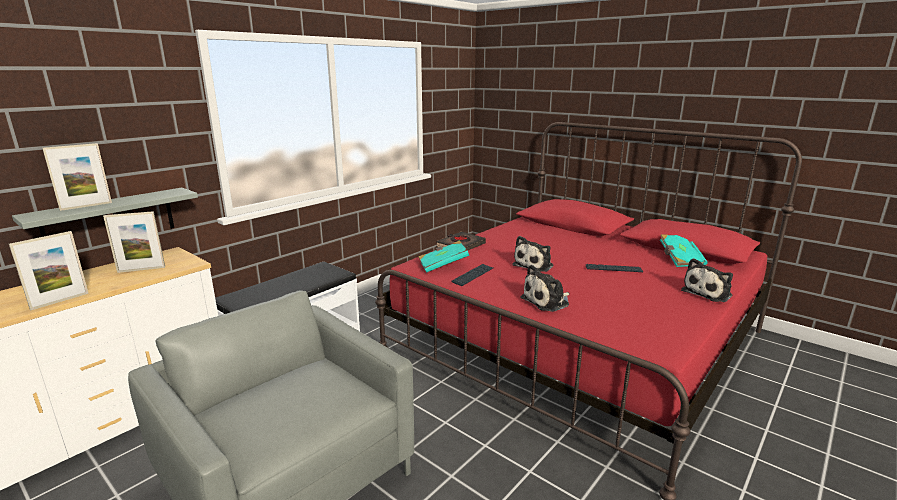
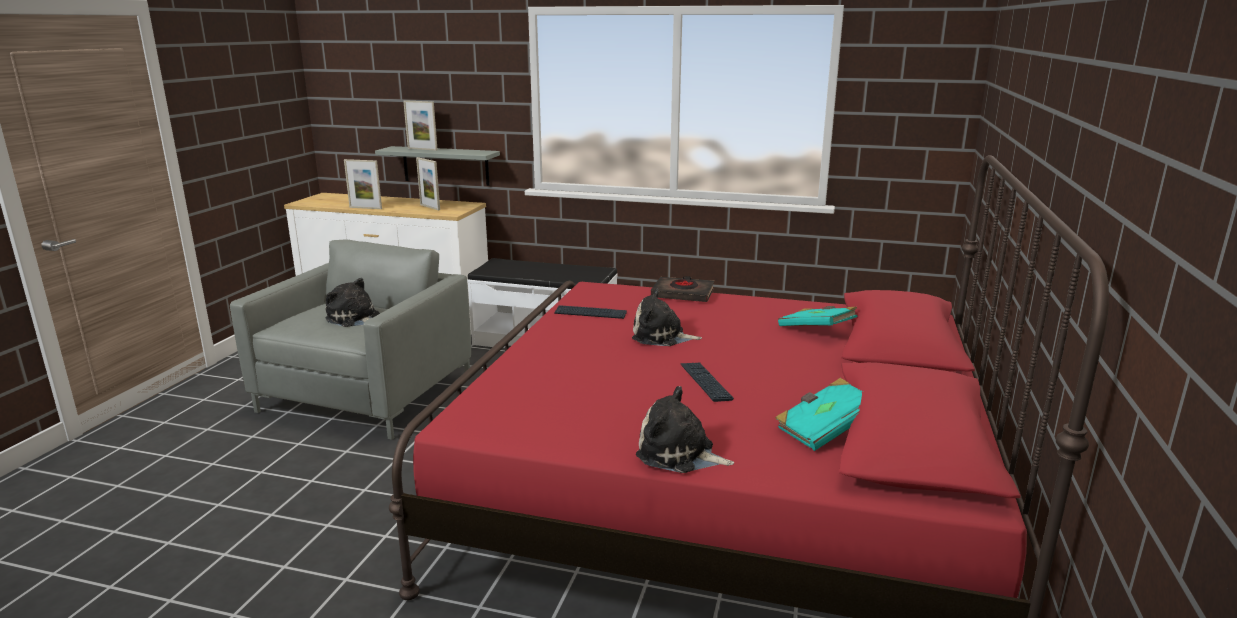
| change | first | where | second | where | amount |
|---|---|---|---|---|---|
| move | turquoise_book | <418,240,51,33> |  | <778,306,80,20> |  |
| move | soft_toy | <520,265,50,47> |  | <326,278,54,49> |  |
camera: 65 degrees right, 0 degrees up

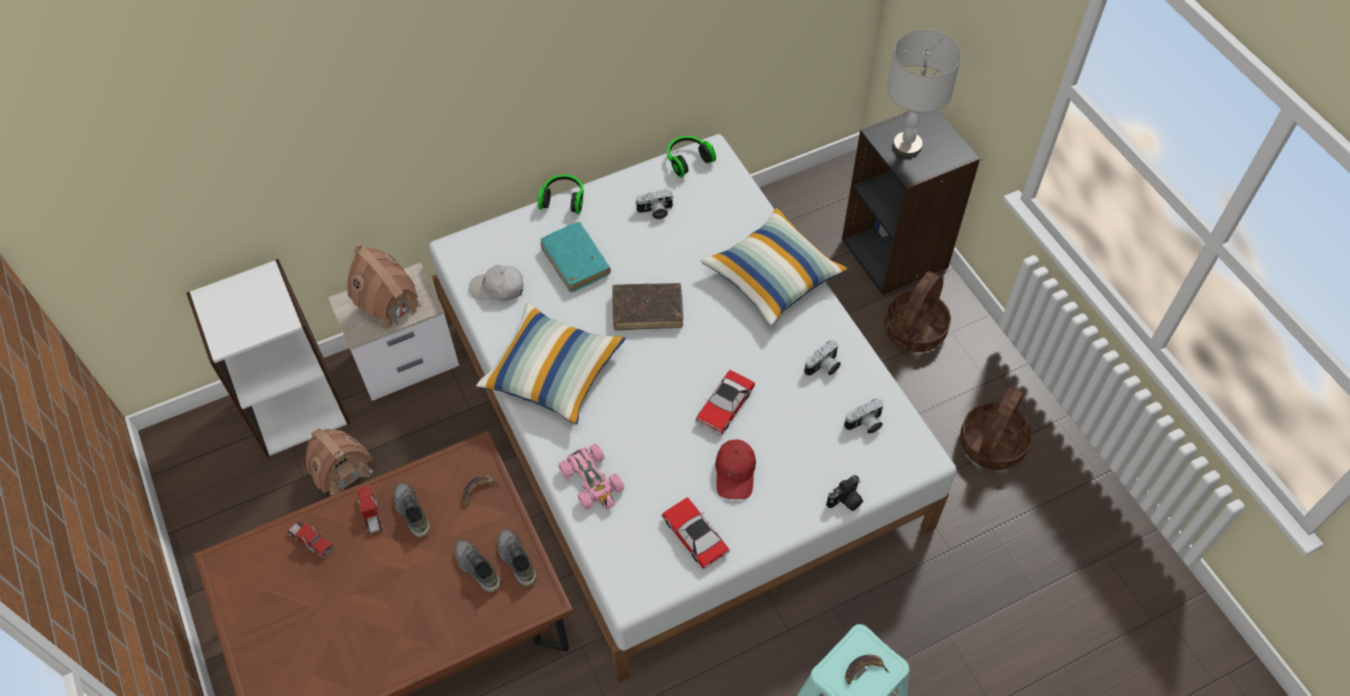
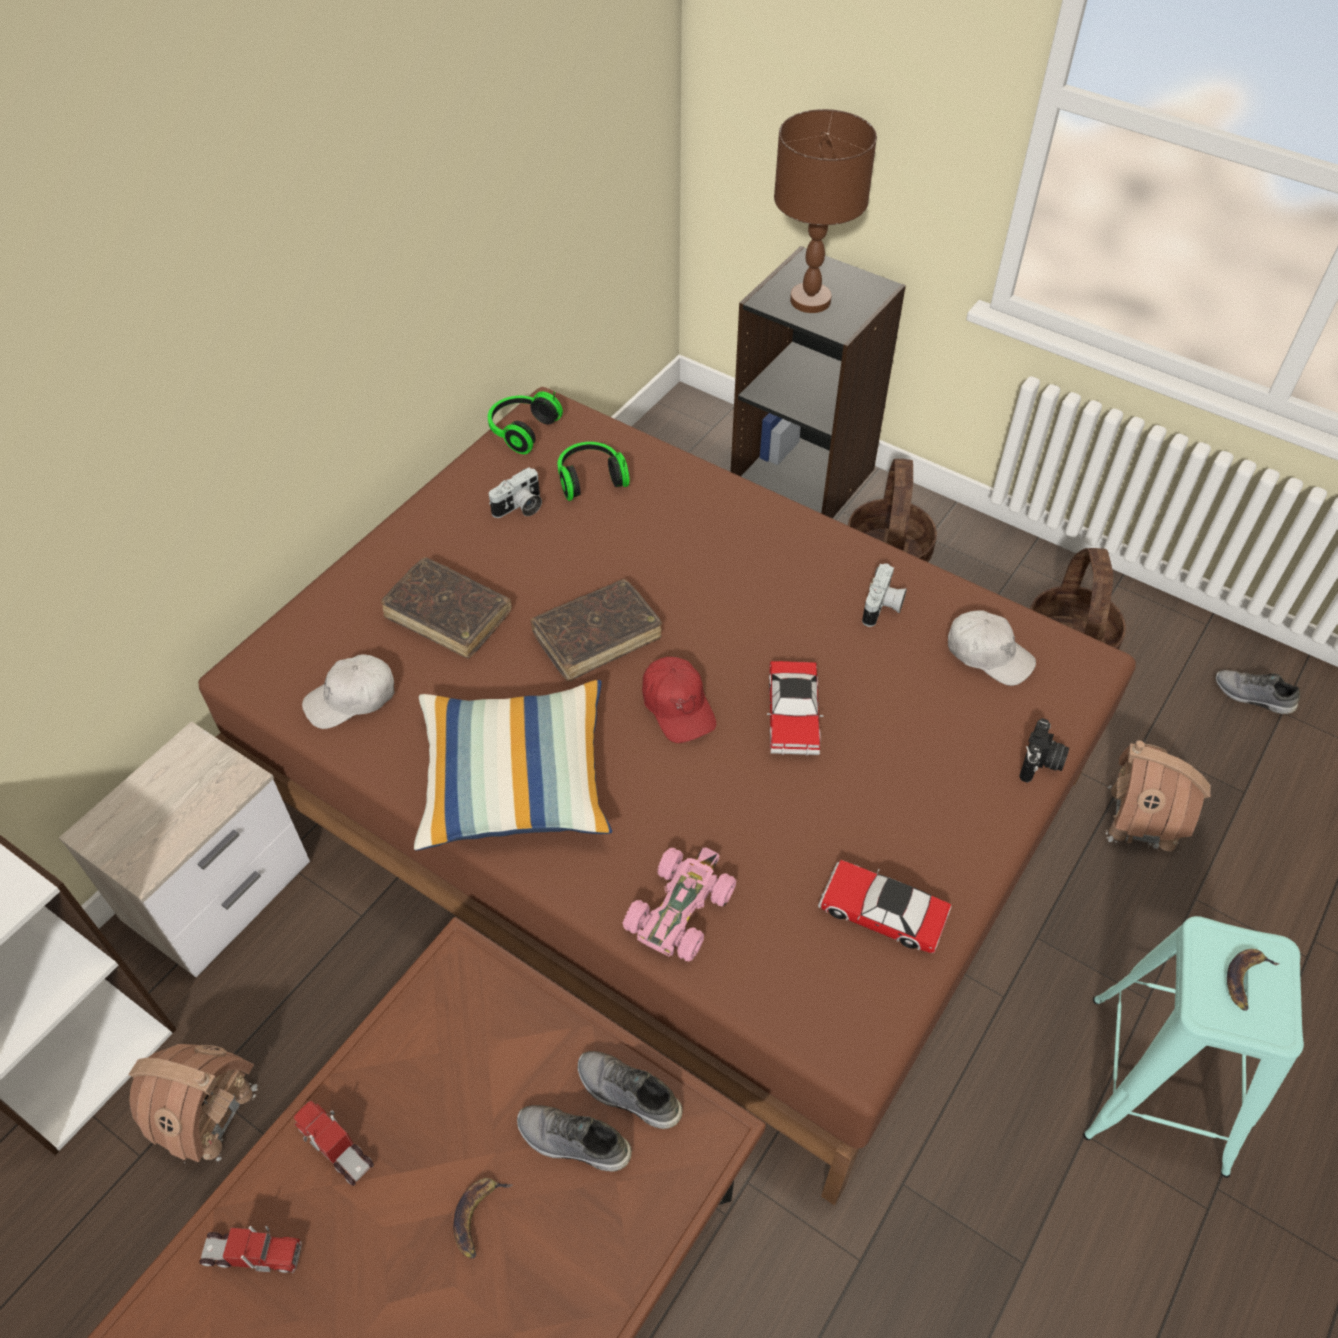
| change | first | where | second | where | amount |
|---|---|---|---|---|---|
| delete | pillow | <700,207,148,119> |  |  |  |
| move | model_house | <347,242,74,89> |  | <1106,740,105,112> |  |
| move | gray_item_of_footwear | <394,483,36,54> |  | <1215,670,85,44> |  |
| move | banana | <462,475,39,31> |  | <453,1178,60,81> |  |
| move | headphones | <538,175,46,39> |  | <557,442,72,59> |  |
| move | reddish_cap | <715,439,41,60> |  | <642,657,74,86> |  |
| replace | still_camera | <844,398,40,36> | whitish_cap | <948,610,88,76> |  |
| recolor | whitish_sleeping_bed | <429,134,527,549> | brown_sleeping_bed | <198,387,938,819> |  |
| recolor | turquoise_book | <541,222,70,71> | brown_book | <381,557,131,101> |  |
| recolor | gray_lamp_for_a_table | <887,30,75,127> | brown_lamp_for_a_table | <774,109,103,204> |  |
| rotate | pink_miniature_car | <558,444,66,66> |  | <623,848,113,114> | 90 degrees counterclockwise |
camera: 30 degrees left, 5 degrees down

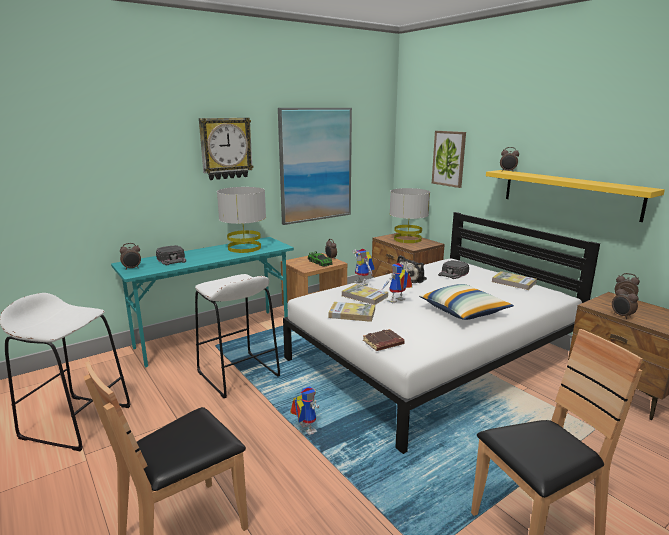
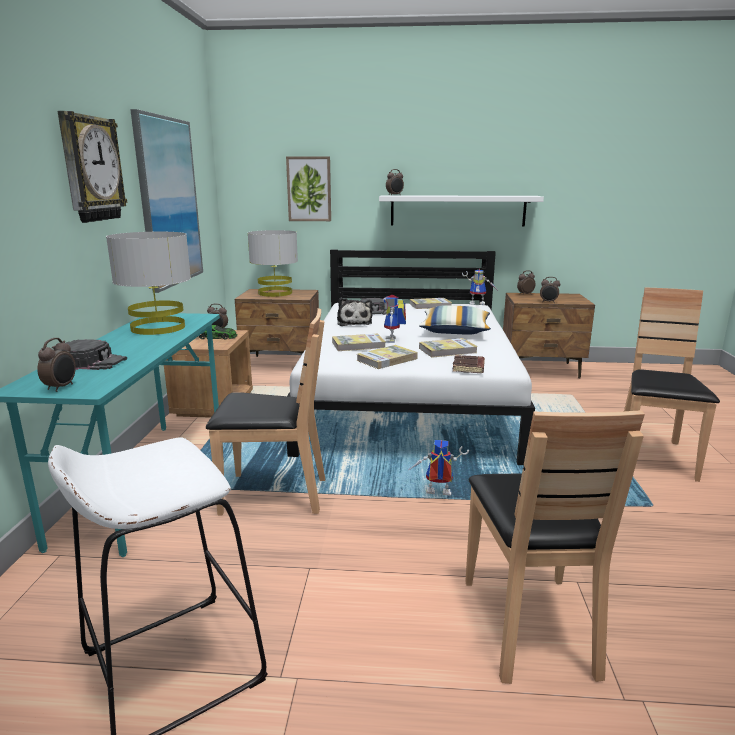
| change | first | where | second | where | amount |
|---|---|---|---|---|---|
| insert |  |  | book | <419,338,59,20> |  |
| move | model_robot | <352,249,23,37> |  | <462,270,34,35> |  |
| replace | whitish_stool_seat | <195,274,85,124> | brown_upright_chair | <206,308,119,207> |  |
| recolor | yellow-coloured_wall_shelf | <486,170,179,52> | whitish_wall_shelf | <379,195,165,31> |  |
camera: 50 degrees left, 0 degrees up

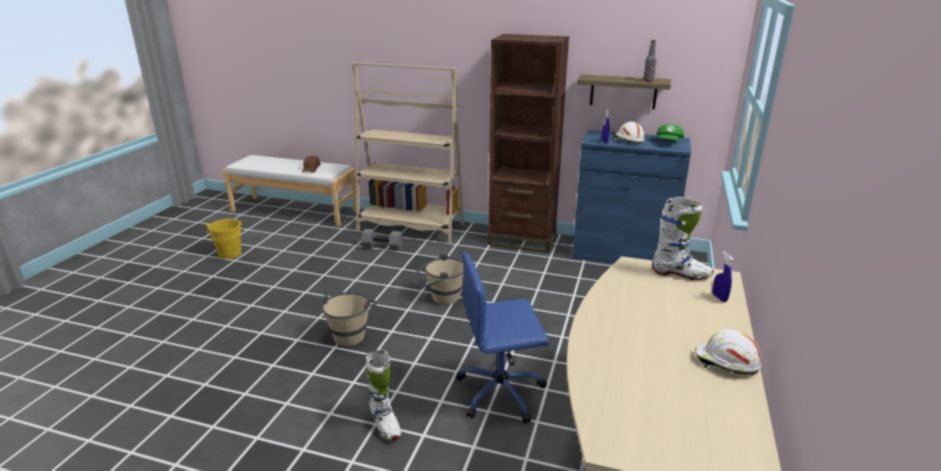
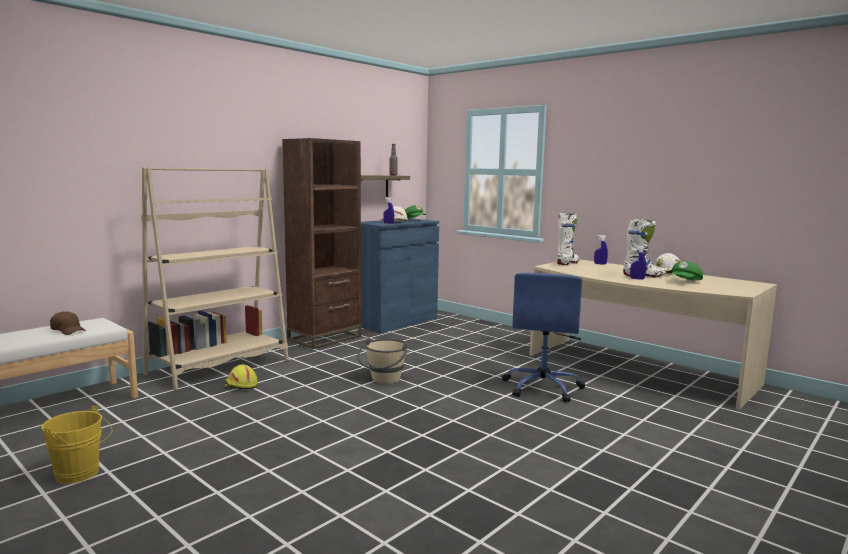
| change | first | where | second | where | amount |
|---|---|---|---|---|---|
| delete | sand-coloured_water_bucket | <321,292,57,54> |  |  |  |
| insert |  |  | blue-coloured_hand_sprayer | <630,245,17,35> |  |
| insert |  |  | green_cap | <671,261,32,20> |  |
| move | whitish_tall_boot | <366,349,35,91> |  | <623,219,43,59> |  |
| replace | gray_hand_weight | <361,229,42,22> | yellow-coloured_work_helmet | <224,365,34,24> |  |
camera: 65 degrees left, 15 degrees down

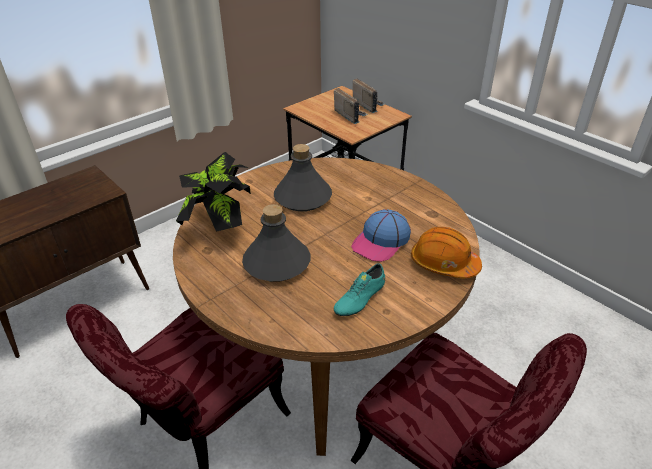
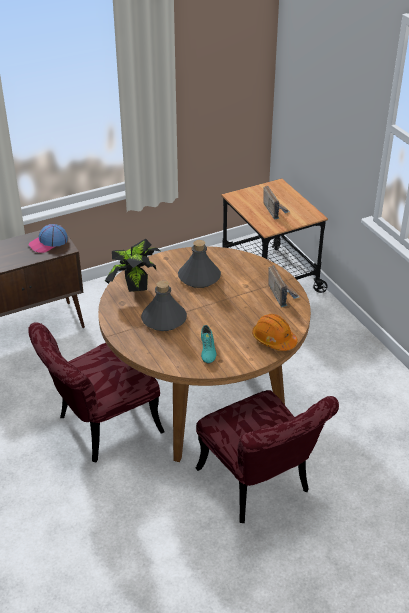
| change | first | where | second | where | amount |
|---|---|---|---|---|---|
| move | cap | <351,209,60,53> |  | <28,224,40,29> |  |
| move | radio | <353,78,32,35> |  | <268,265,32,42> |  |
| rotate | turquoise_item_of_footwear | <334,263,51,54> |  | <201,325,15,39> | 60 degrees counterclockwise |
camera: 15 degrees right, 0 degrees up

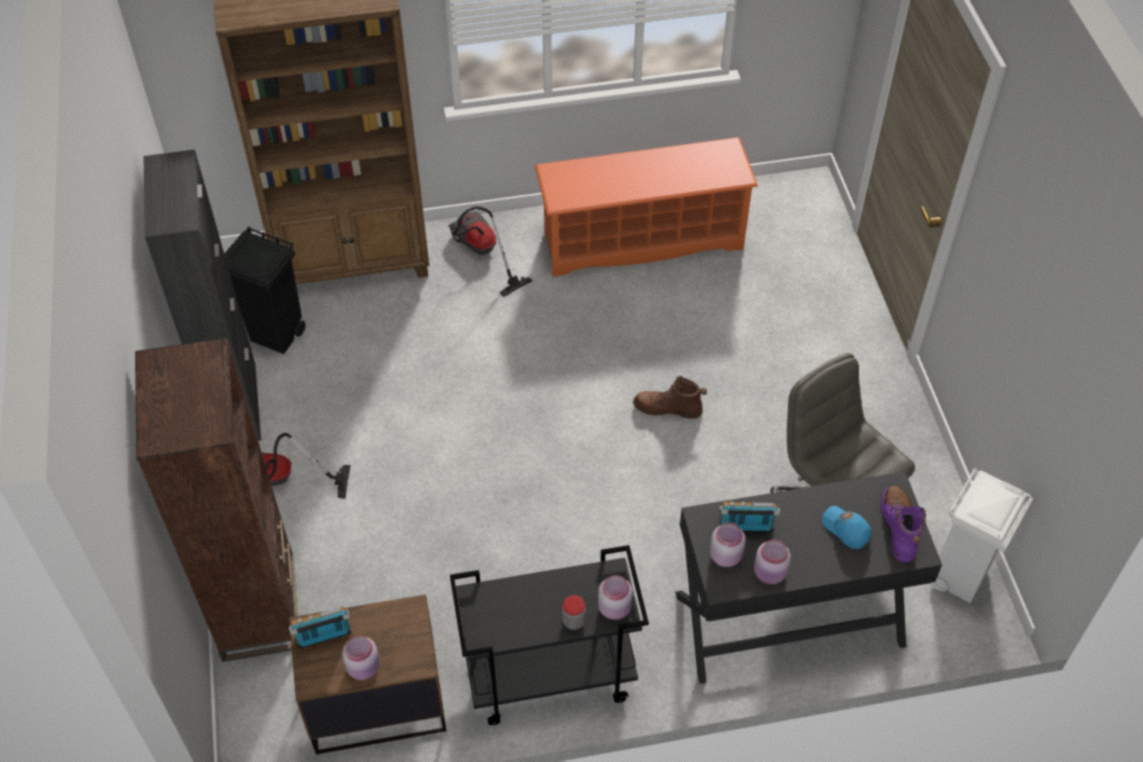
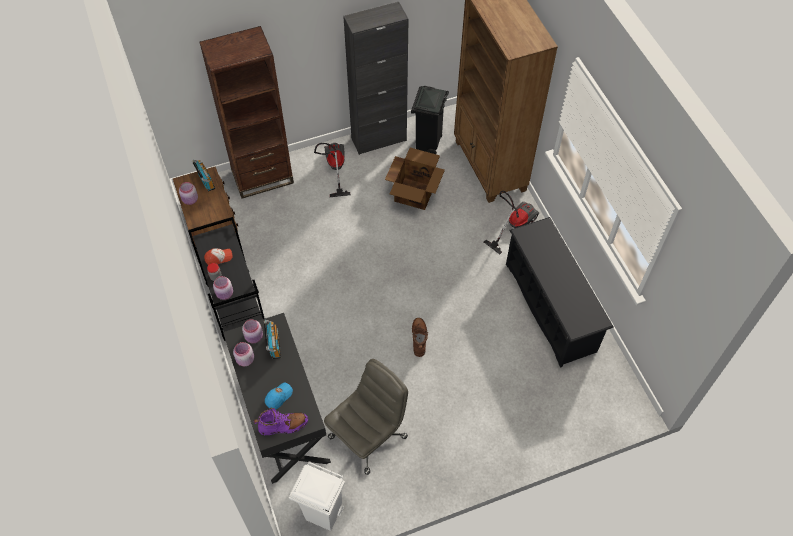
| change | first | where | second | where | amount |
|---|---|---|---|---|---|
| insert |  |  | cap | <204,248,29,17> |  |
| insert |  |  | packing_box | <385,148,60,62> |  |
| recolor | orange_shoe_stand | <535,137,223,140> | blackish_shoe_stand | <506,217,108,151> |  |
camera: 80 degrees right, 5 degrees up

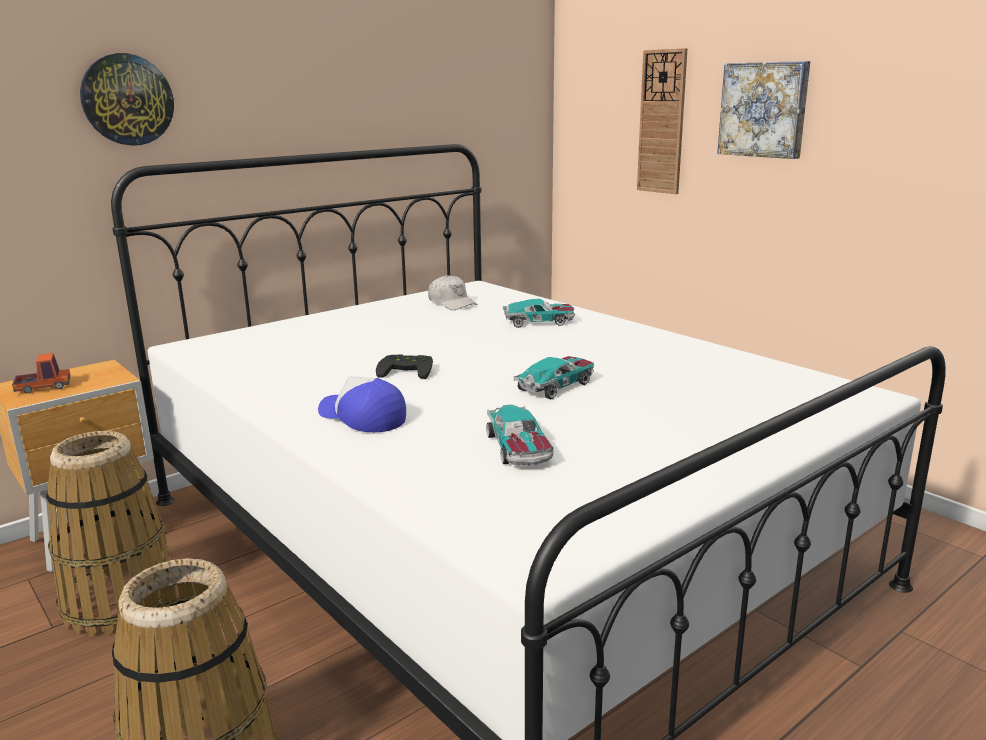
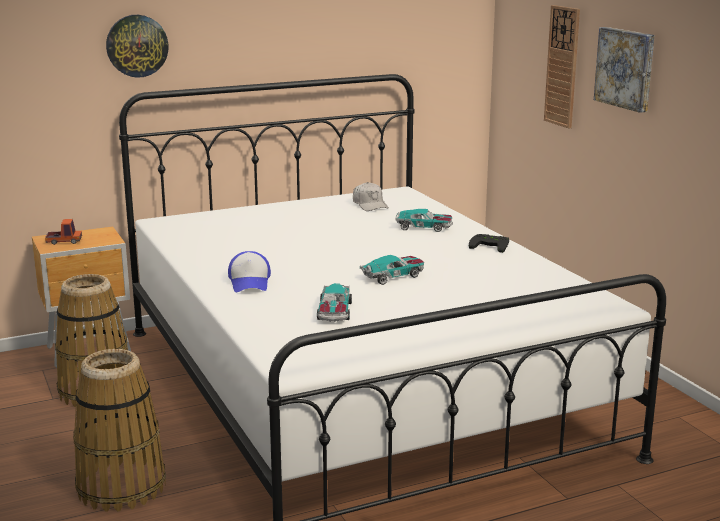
| change | first | where | second | where | amount |
|---|---|---|---|---|---|
| move | blackish_gamepad | <376,355,57,24> |  | <469,234,40,19> |  |
| rotate | cap | <318,376,88,56> |  | <228,251,43,41> | 150 degrees counterclockwise |
camera: 15 degrees right, 0 degrees up

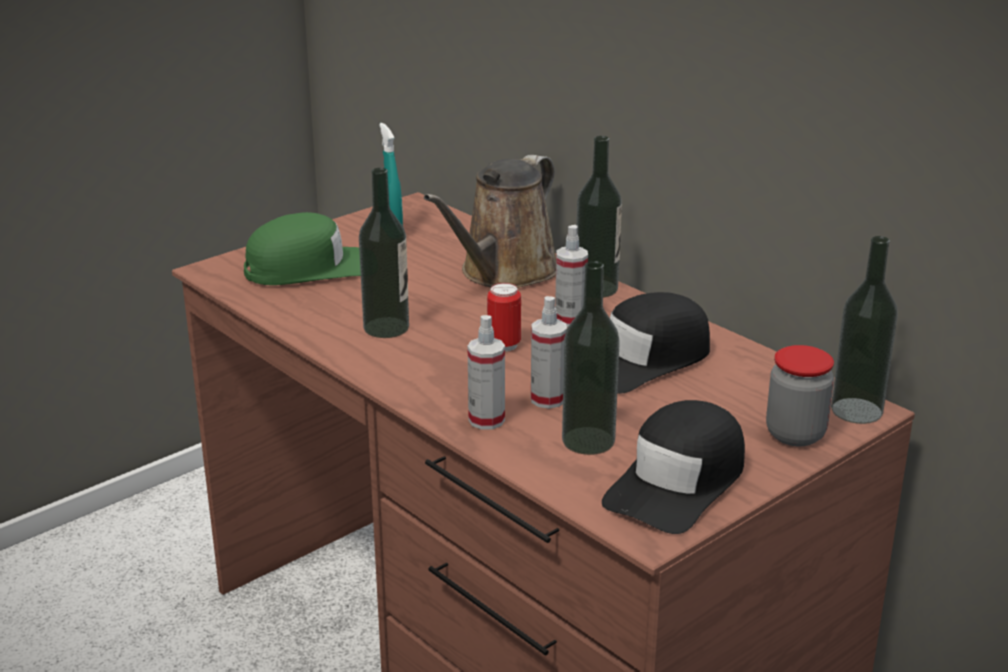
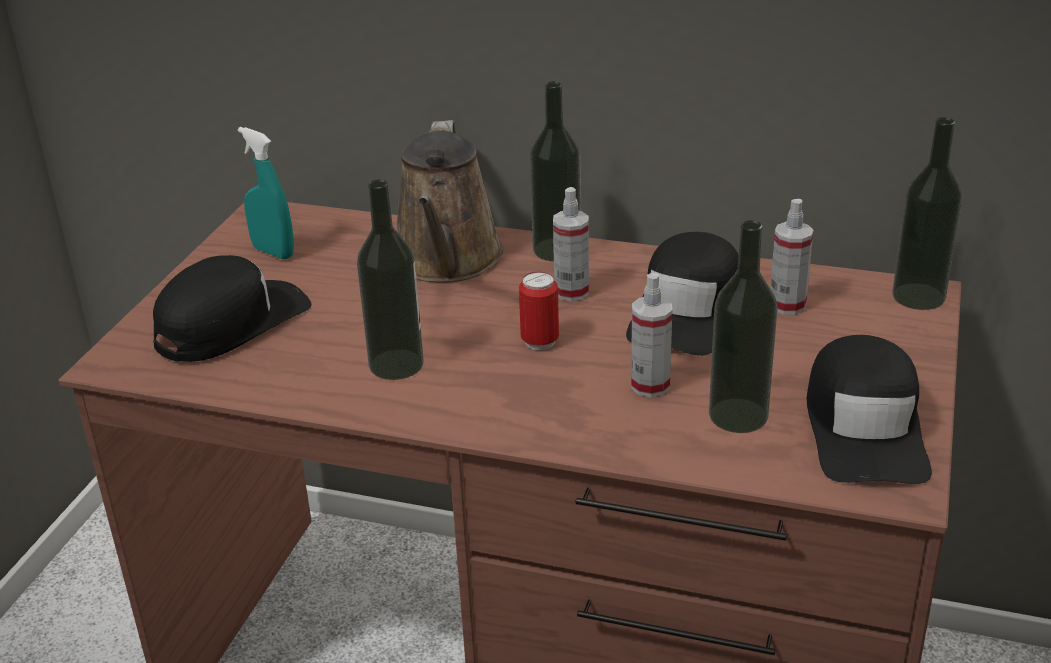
| change | first | where | second | where | amount |
|---|---|---|---|---|---|
| delete | preserve_jar | <766,345,68,101> |  |  |  |
| move | hand_sprayer | <468,315,37,115> |  | <770,199,43,116> |  |
| recolor | green_cap | <244,212,117,73> | blackish_cap | <153,255,159,107> |  |
camera: 30 degrees left, 5 degrees up

